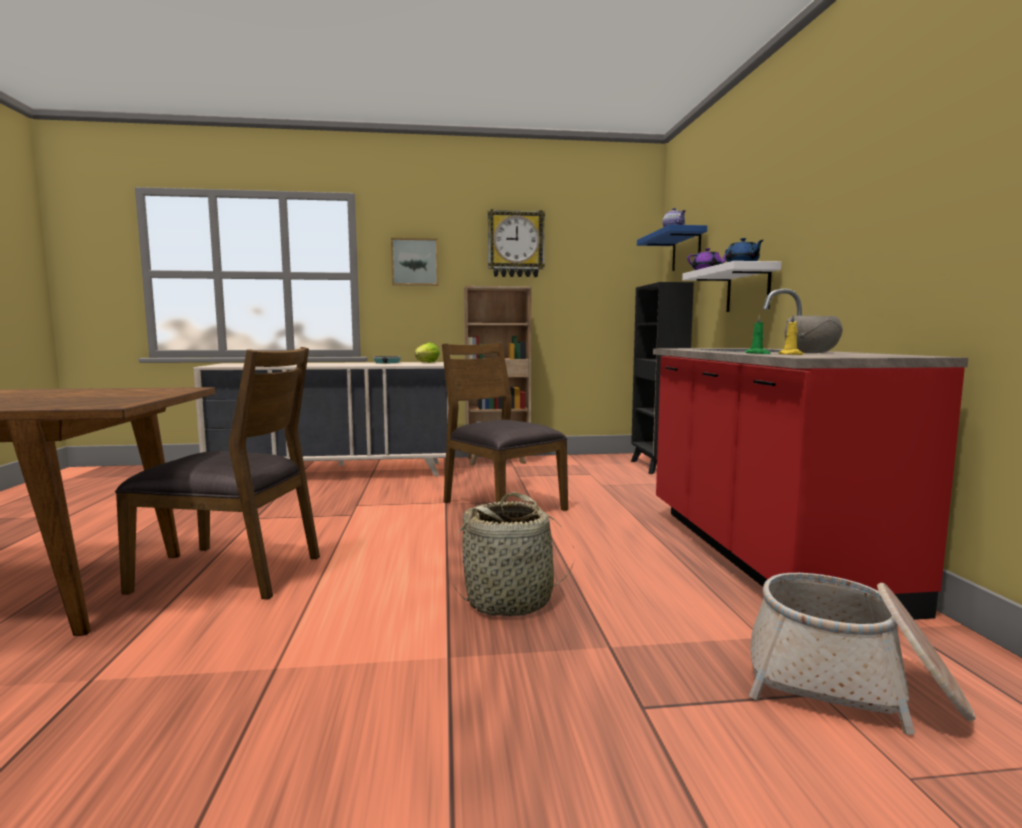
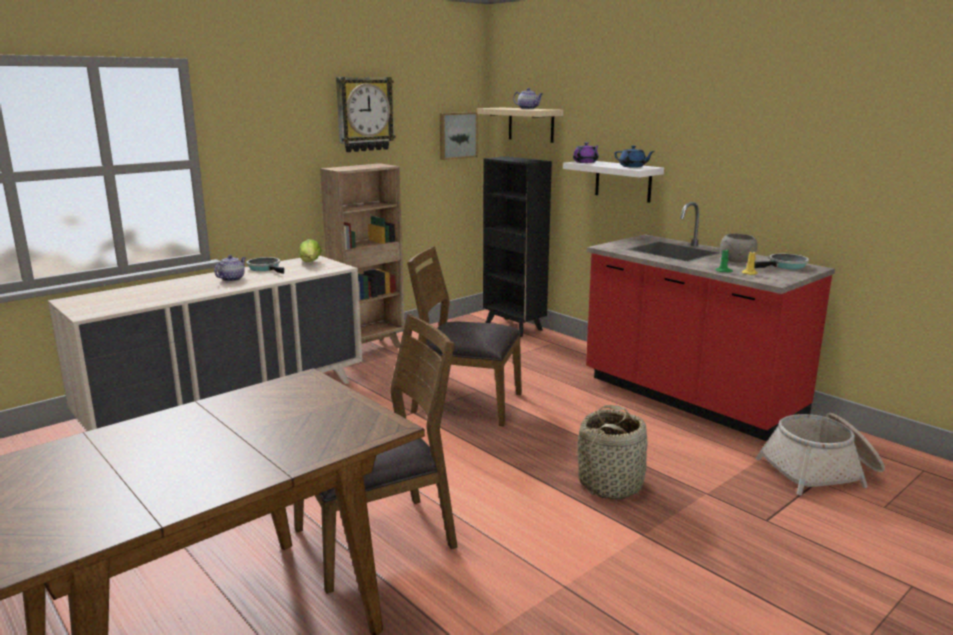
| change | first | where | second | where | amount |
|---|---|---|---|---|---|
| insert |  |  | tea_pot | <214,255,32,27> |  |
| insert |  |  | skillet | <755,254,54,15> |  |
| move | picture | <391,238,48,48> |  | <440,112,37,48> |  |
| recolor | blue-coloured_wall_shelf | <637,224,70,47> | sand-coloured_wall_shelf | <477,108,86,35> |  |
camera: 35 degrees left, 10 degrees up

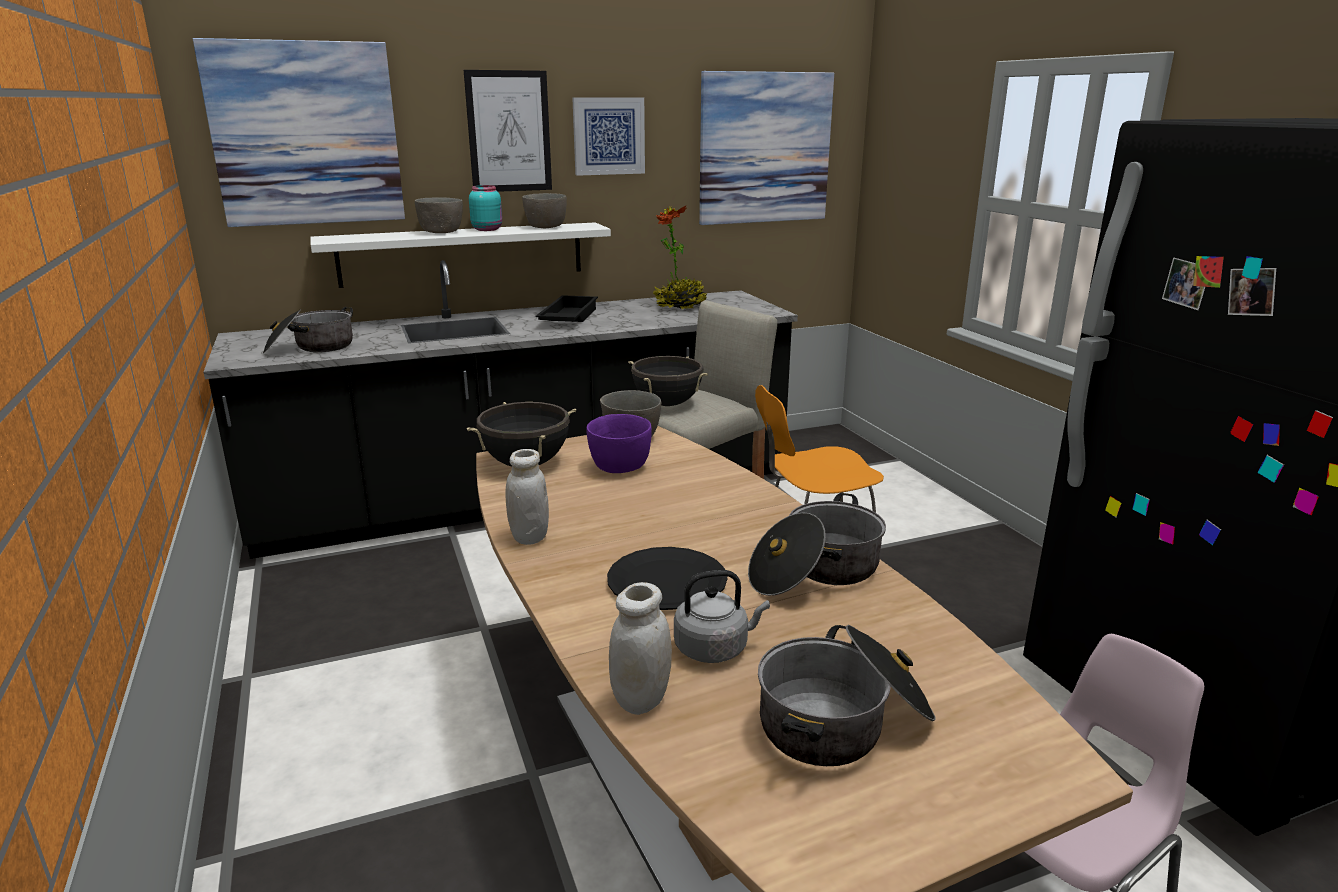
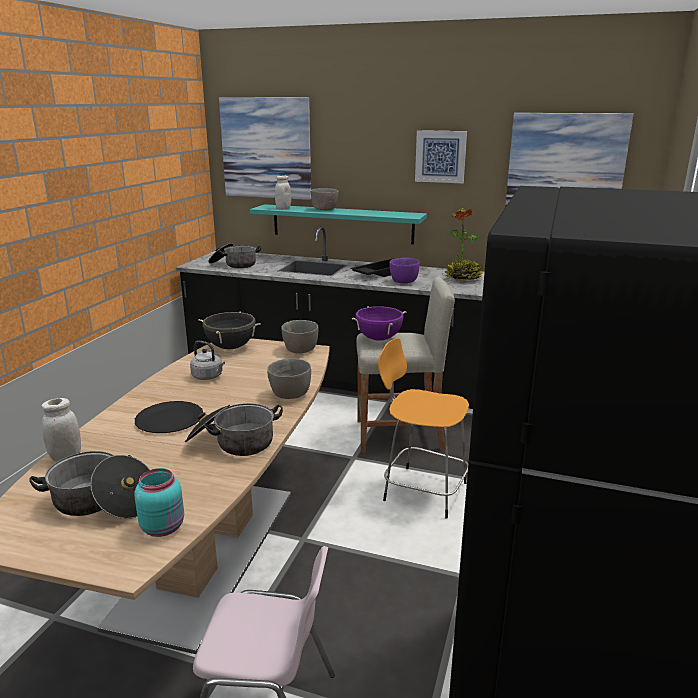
| change | first | where | second | where | amount |
|---|---|---|---|---|---|
| delete | picture | <464,70,88,122> |  |  |  |
| move | turquoise_preserve_jar | <469,185,33,46> |  | <134,468,50,69> |  |
| move | whitish_preserve_jar | <505,449,44,96> |  | <275,175,16,34> |  |
| move | gray_bowl | <522,193,45,35> |  | <267,358,44,41> |  |
| move | purple-coloured_bowl | <587,414,65,59> |  | <389,258,31,25> |  |
| move | gray_water_kettle | <674,570,96,93> |  | <190,341,35,39> |  |
| recolor | whitish_wall_shelf | <310,222,301,66> | turquoise_wall_shelf | <250,204,177,40> |  |
| recolor | blackish_saucepot | <629,356,79,50> | purple-coloured_saucepot | <352,306,55,35> |  |
camera: 40 degrees right, 0 degrees up

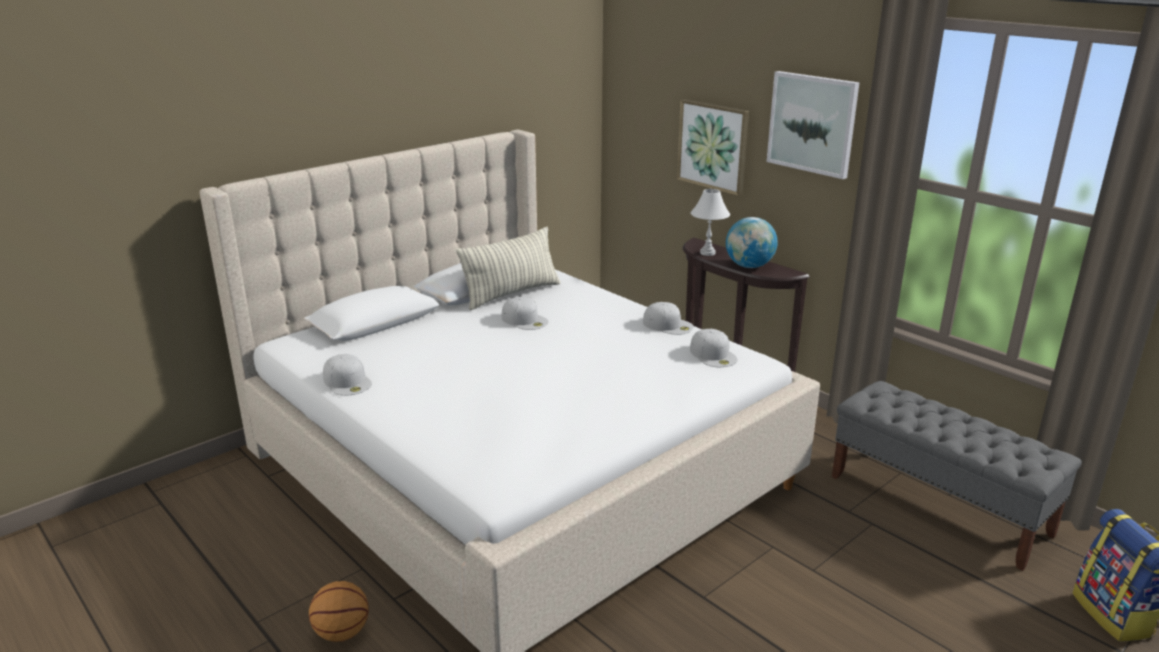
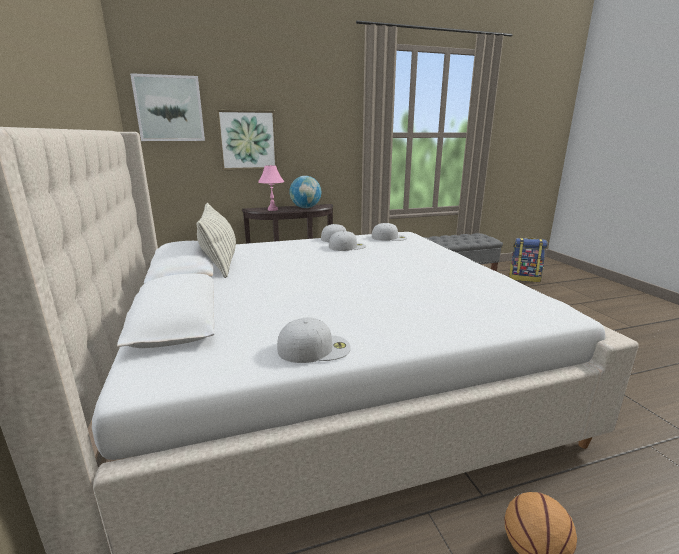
| change | first | where | second | where | amount |
|---|---|---|---|---|---|
| move | whitish_cap | <502,297,47,33> |  | <329,231,37,20> |  |
| move | picture | <767,71,93,108> |  | <130,73,75,68> |  |
| recolor | whitish_lamp_for_a_table | <691,189,39,67> | pink_lamp_for_a_table | <258,165,26,46> |  |
camera: 65 degrees left, 5 degrees down

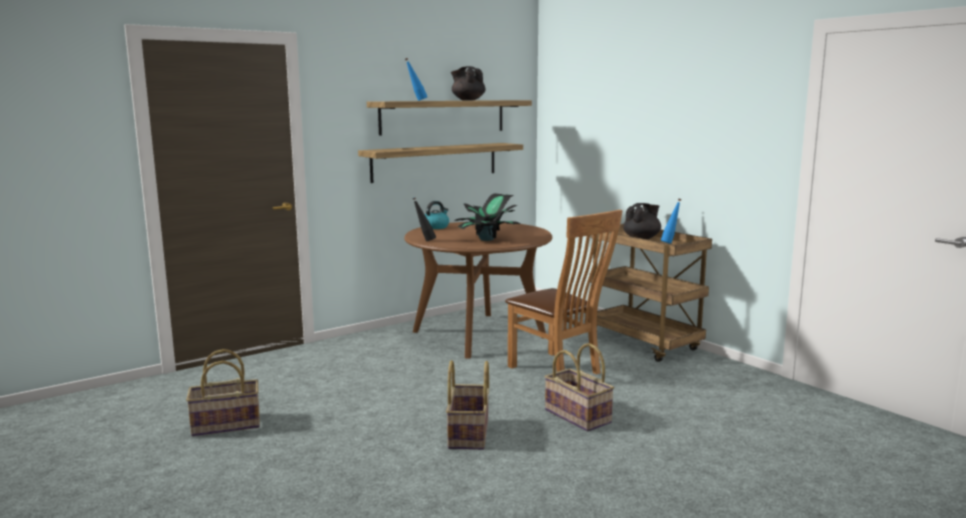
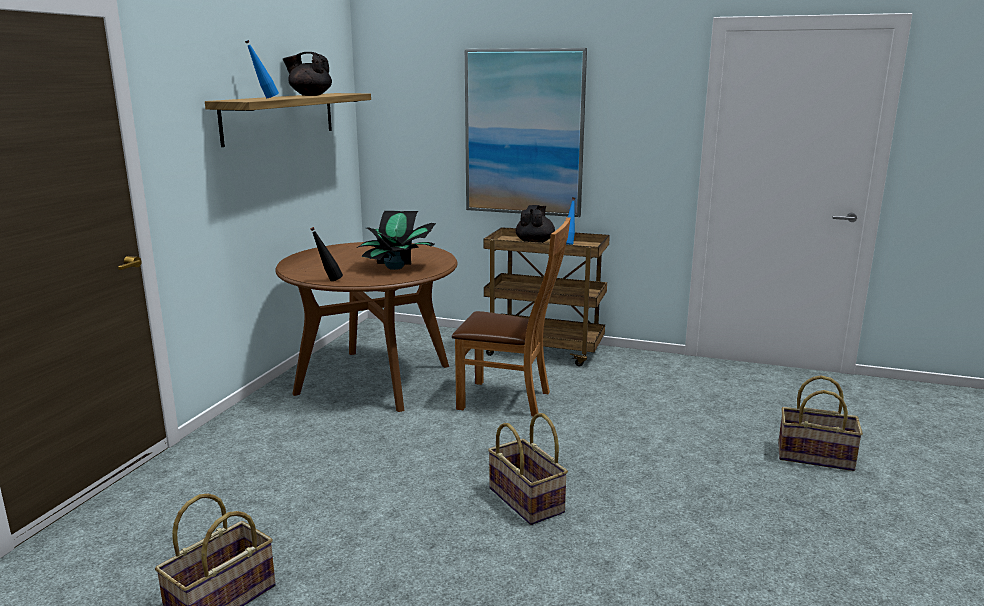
| change | first | where | second | where | amount |
|---|---|---|---|---|---|
| delete | wall_shelf | <358,143,165,40> |  |  |  |
| delete | water_kettle | <425,201,24,28> |  |  |  |
| insert |  |  | picture | <465,48,122,169> |  |
| move | storage_basket | <545,343,69,89> |  | <778,375,85,96> |  |
camera: 35 degrees left, 5 degrees up

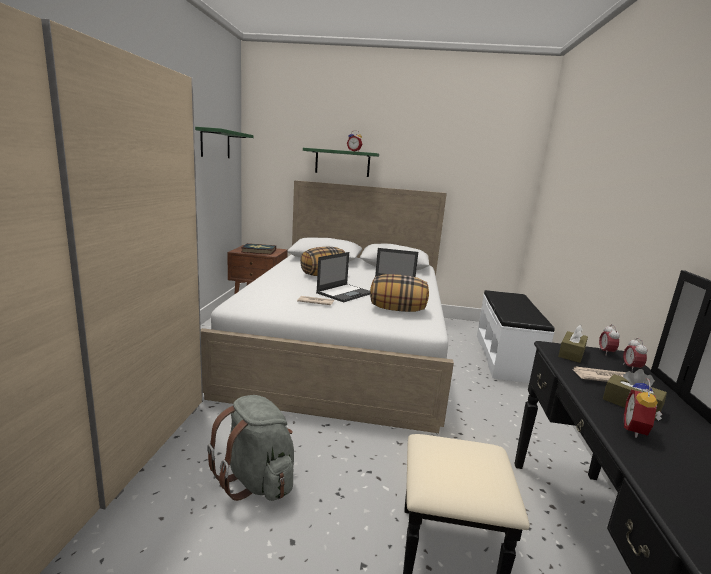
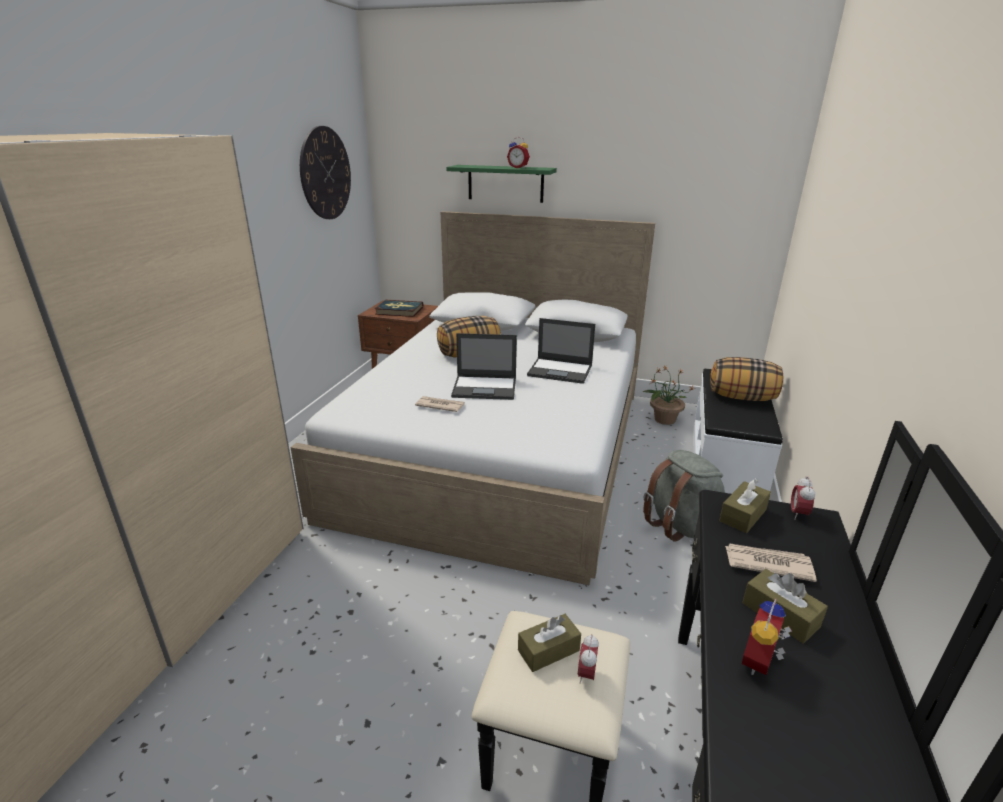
| change | first | where | second | where | amount |
|---|---|---|---|---|---|
| insert |  |  | brown_tissue_holder | <518,614,63,58> |  |
| insert |  |  | potted_plant | <643,366,51,59> |  |
| move | gray_rucksack | <207,395,87,106> |  | <643,450,82,91> |  |
| move | pillow | <370,274,59,38> |  | <710,357,73,44> |  |
| move | table_clock | <623,338,24,34> |  | <578,635,21,49> |  |
| replace | green_wall_shelf | <195,127,59,31> | wall_clock | <300,126,51,93> |  |
| rotate | portable_computer | <316,252,54,51> |  | <451,333,66,67> | 45 degrees clockwise |
camera: 10 degrees right, 10 degrees up

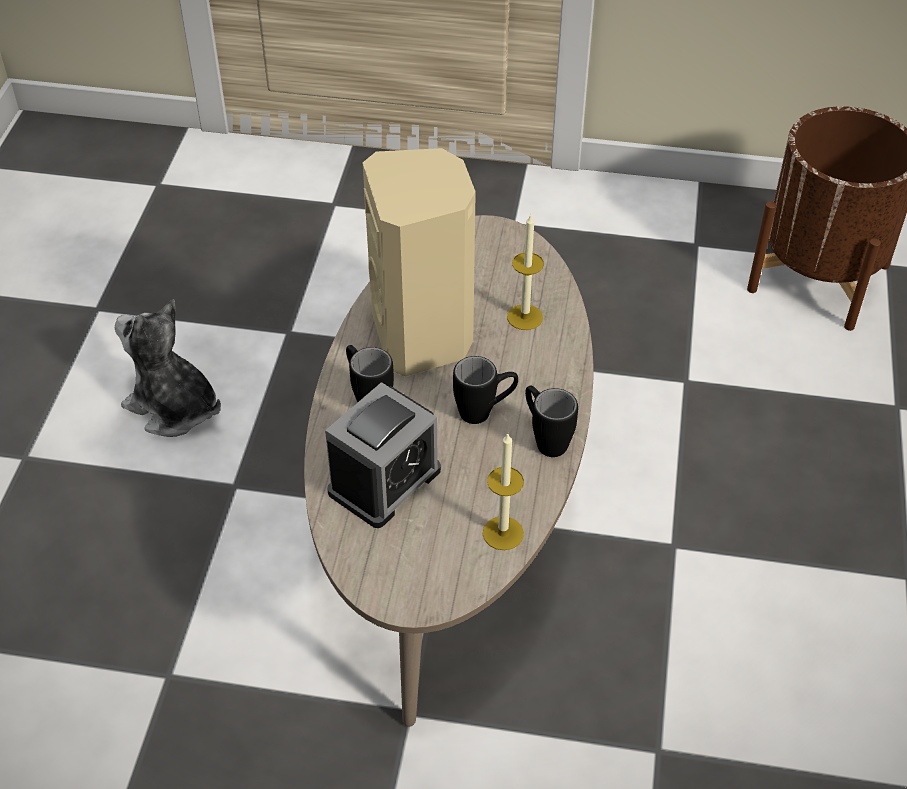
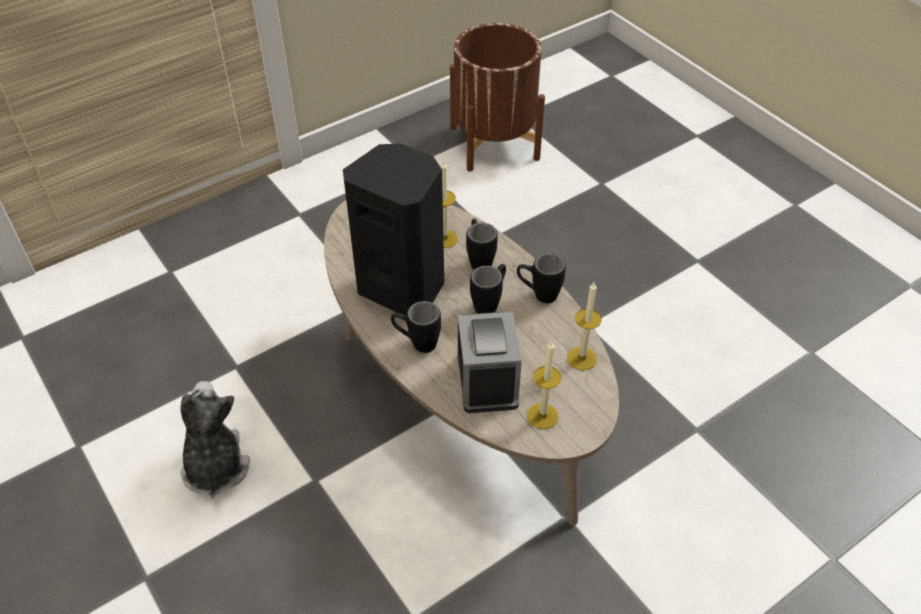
| change | first | where | second | where | amount |
|---|---|---|---|---|---|
| insert |  |  | blackish_mug | <466,219,32,51> |  |
| insert |  |  | candle | <527,340,34,89> |  |
| recolor | sand-coloured_speaker | <363,148,113,228> | blackish_speaker | <343,144,101,171> |  |
| rotate | soft_toy | <115,299,106,138> |  | <180,381,70,118> | 90 degrees clockwise |
camera: 45 degrees left, 0 degrees up

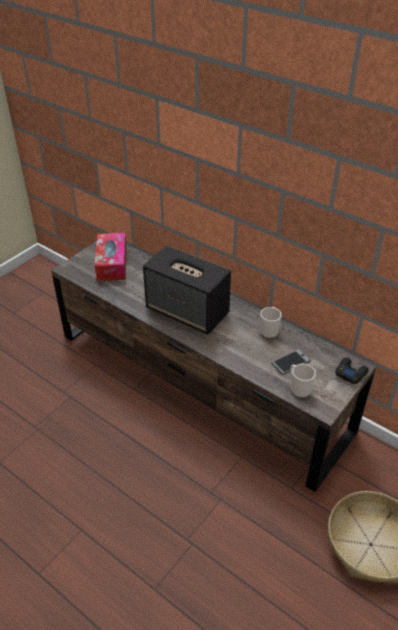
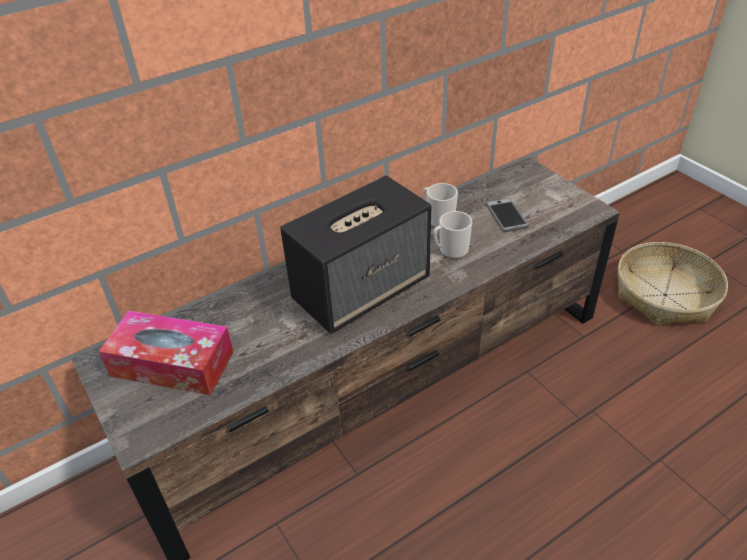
| change | first | where | second | where | amount |
|---|---|---|---|---|---|
| delete | blackish_gamepad | <335,358,34,26> |  |  |  |
| move | mug | <291,364,25,34> |  | <433,211,39,48> |  |
camera: 70 degrees left, 0 degrees up

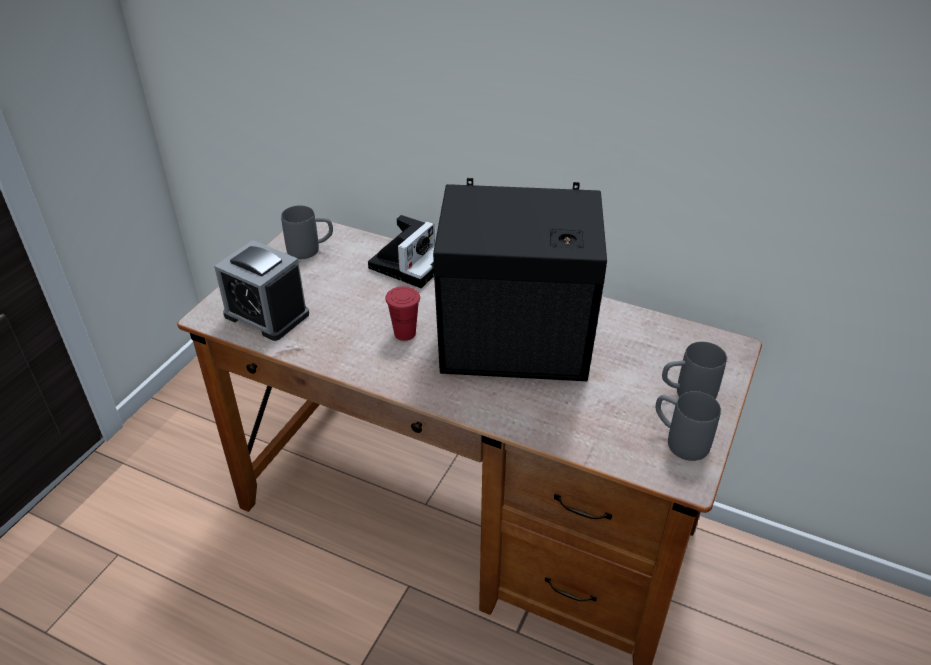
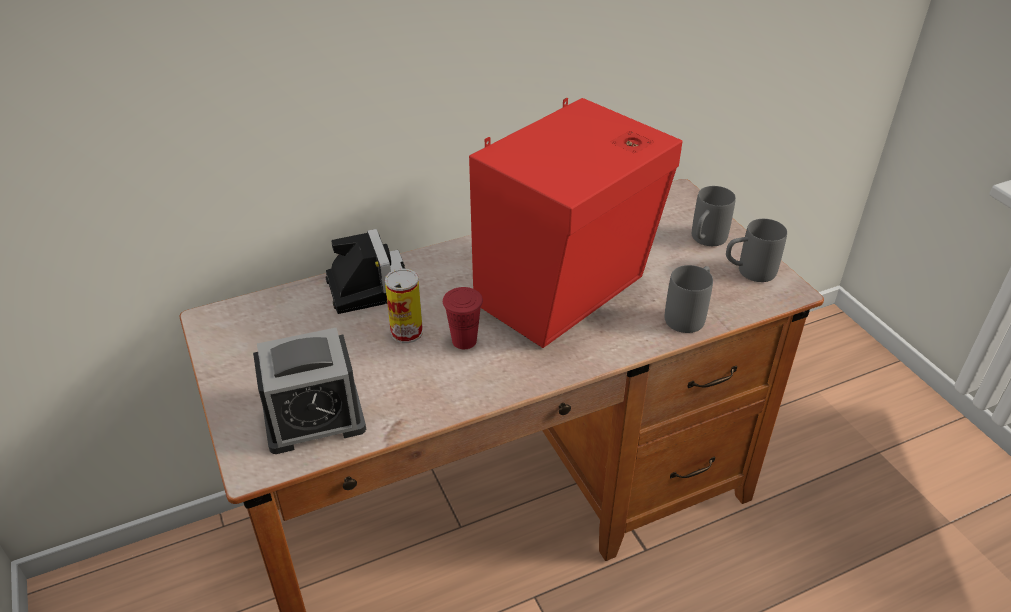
| change | first | where | second | where | amount |
|---|---|---|---|---|---|
| insert |  |  | metal_can | <385,269,38,74> |  |
| move | gray_mug | <281,205,52,54> |  | <665,265,48,68> |  |
| recolor | blackish_speaker | <433,178,174,203> | reddish_speaker | <469,98,214,250> |  |
camera: 50 degrees left, 0 degrees up

